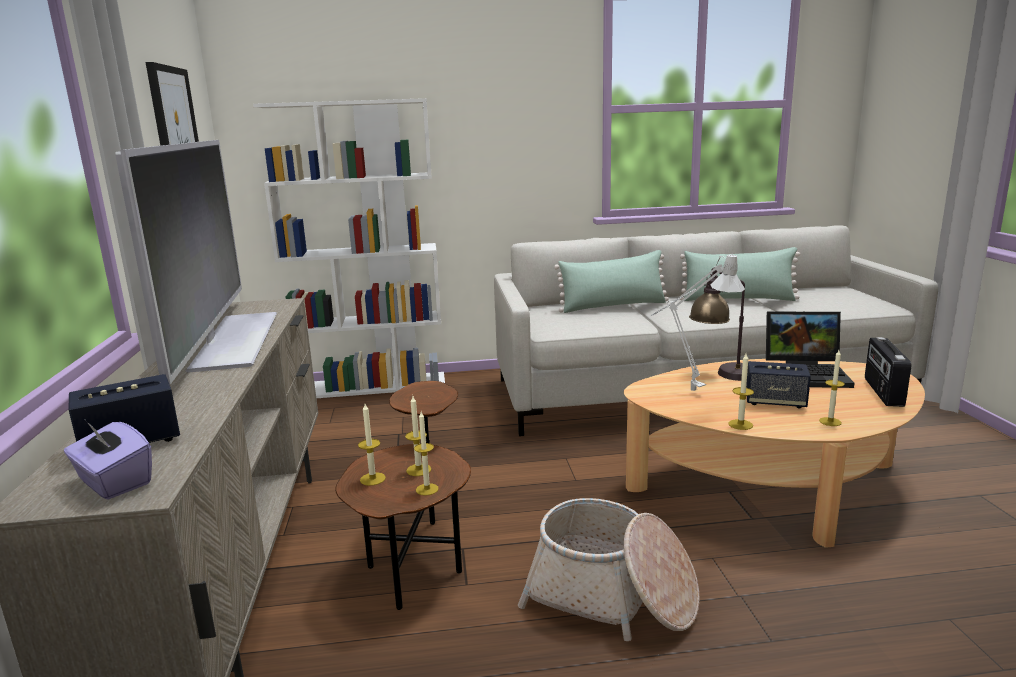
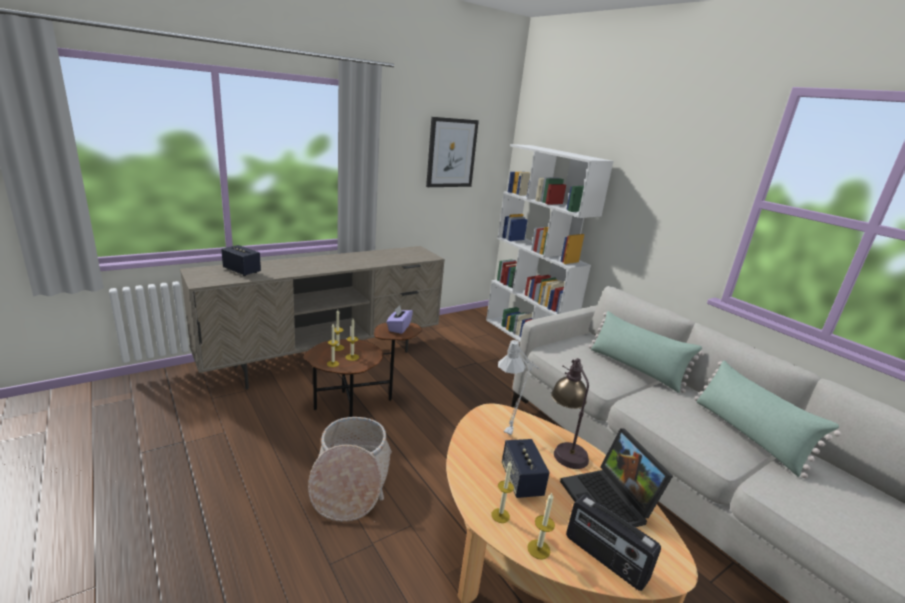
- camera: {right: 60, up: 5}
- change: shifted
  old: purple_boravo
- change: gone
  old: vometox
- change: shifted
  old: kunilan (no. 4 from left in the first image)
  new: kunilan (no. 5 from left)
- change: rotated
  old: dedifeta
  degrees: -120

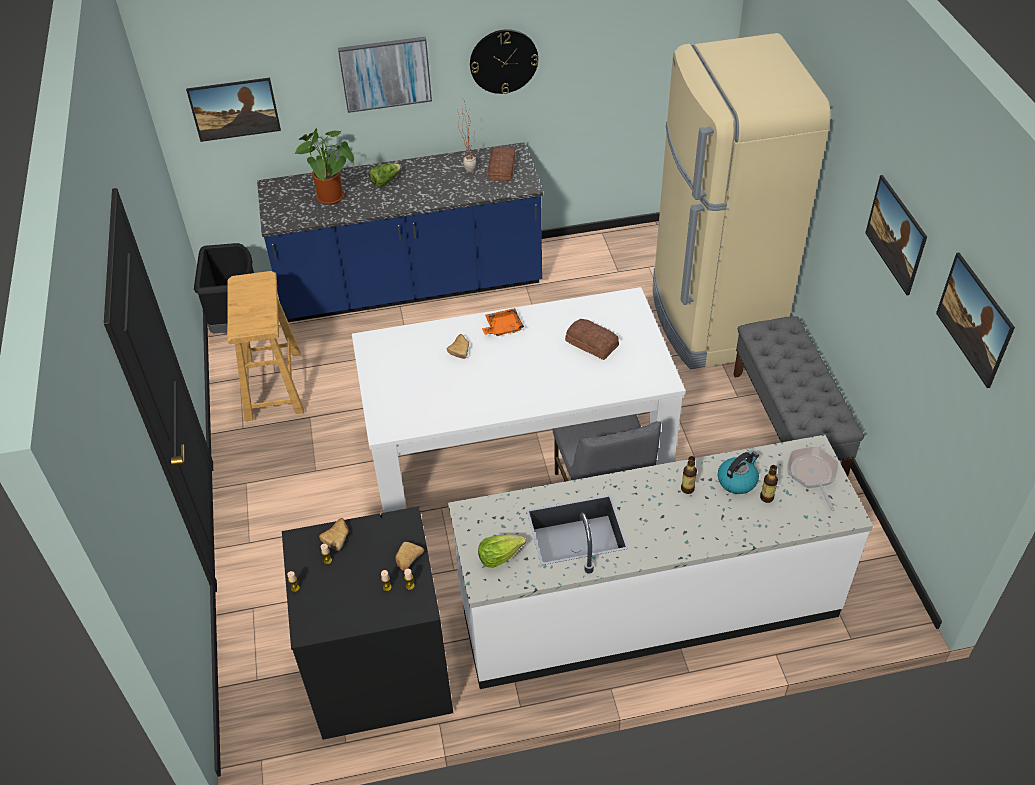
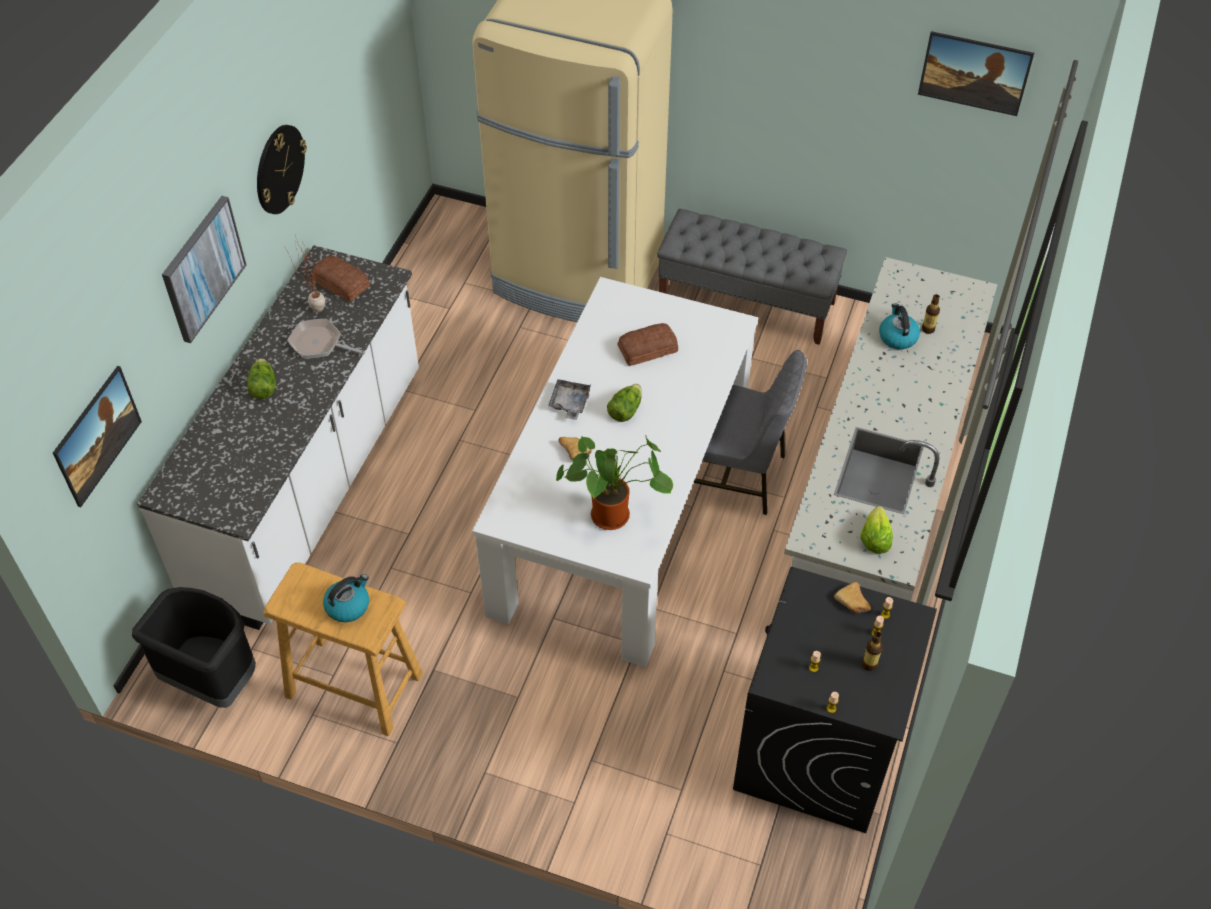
- camera: {right: -60, up: 5}
- change: repainted
  old: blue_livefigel
  new: white_livefigel (no. 1 from left)
- change: shifted
  old: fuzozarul (no. 1 from left in the first image)
  new: fuzozarul (no. 2 from left)
- change: gone
  old: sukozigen (no. 1 from left)
- change: repainted
  old: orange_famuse
  new: grey_famuse
- change: shifted
  old: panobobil (no. 1 from left)
- change: shifted
  old: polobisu
- change: gone
  old: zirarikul (no. 3 from left)
- change: new
  new: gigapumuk (no. 1 from left)
- change: new
  new: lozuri (no. 2 from left)

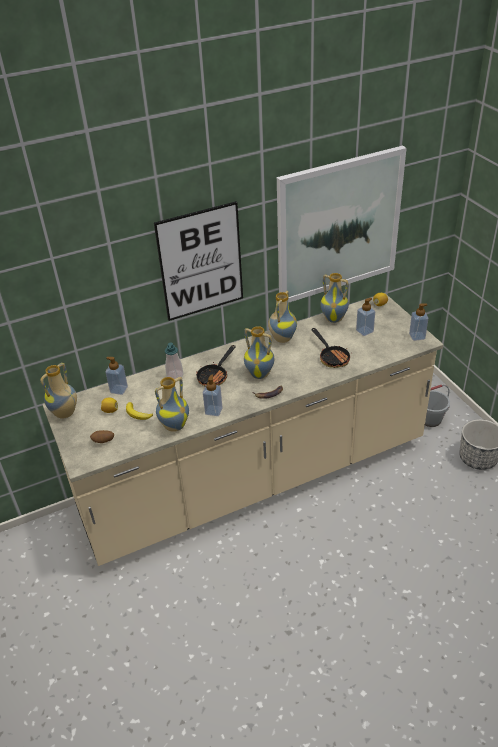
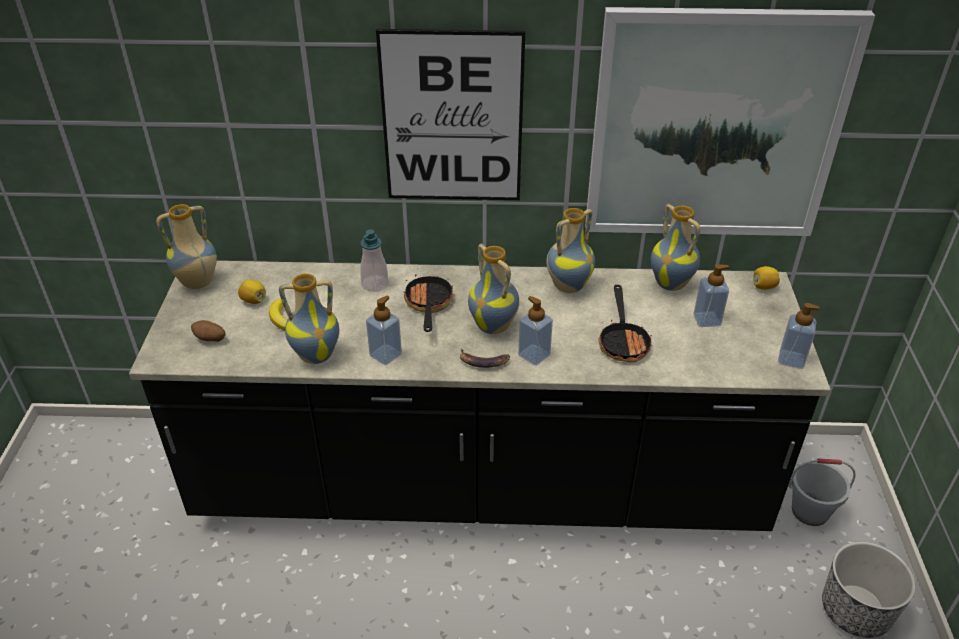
- camera: {right: 25, up: 0}
- change: repainted
  old: beige_livefigel
  new: black_livefigel
- change: shifted
  old: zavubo (no. 1 from left in the first image)
  new: zavubo (no. 3 from left)
- change: rotated
  old: polobisu (no. 1 from left)
  degrees: 120

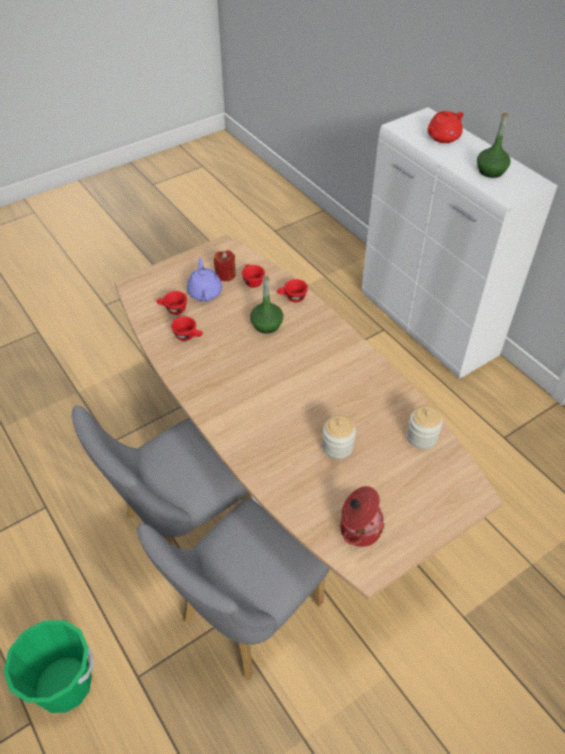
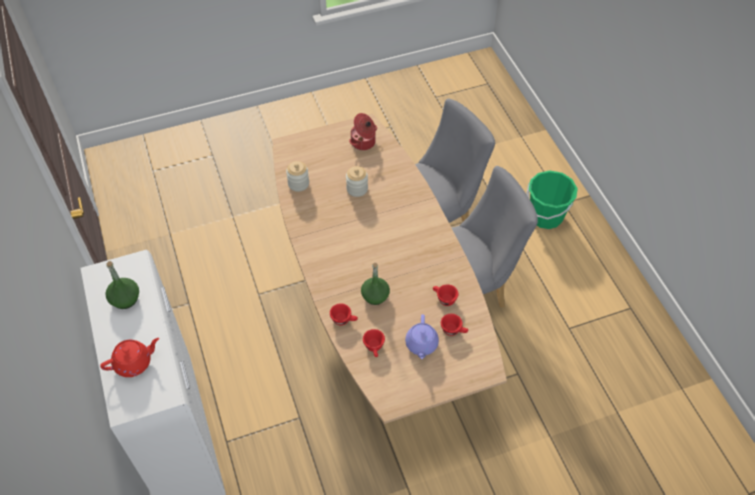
- camera: {right: -165, up: 5}
- change: gone
  old: red_kunilan

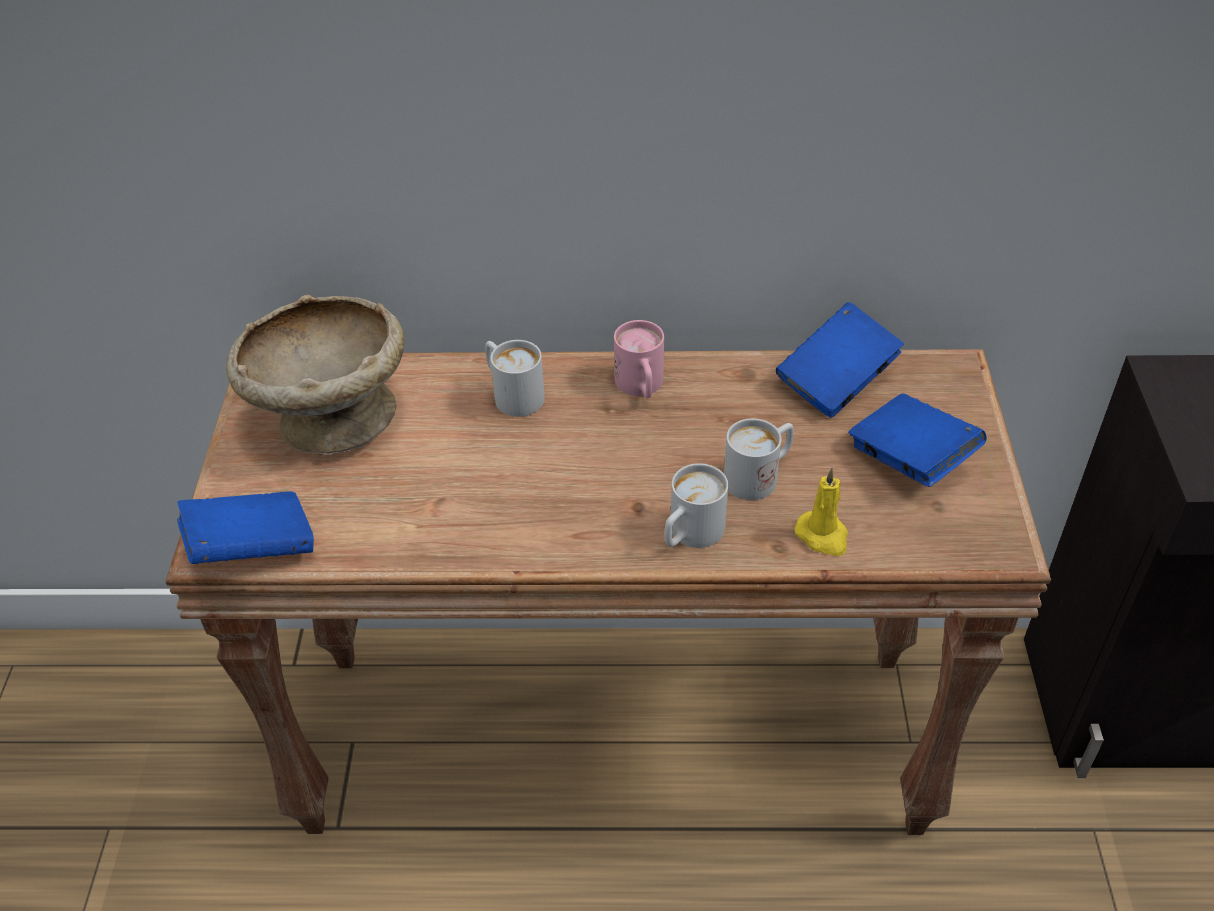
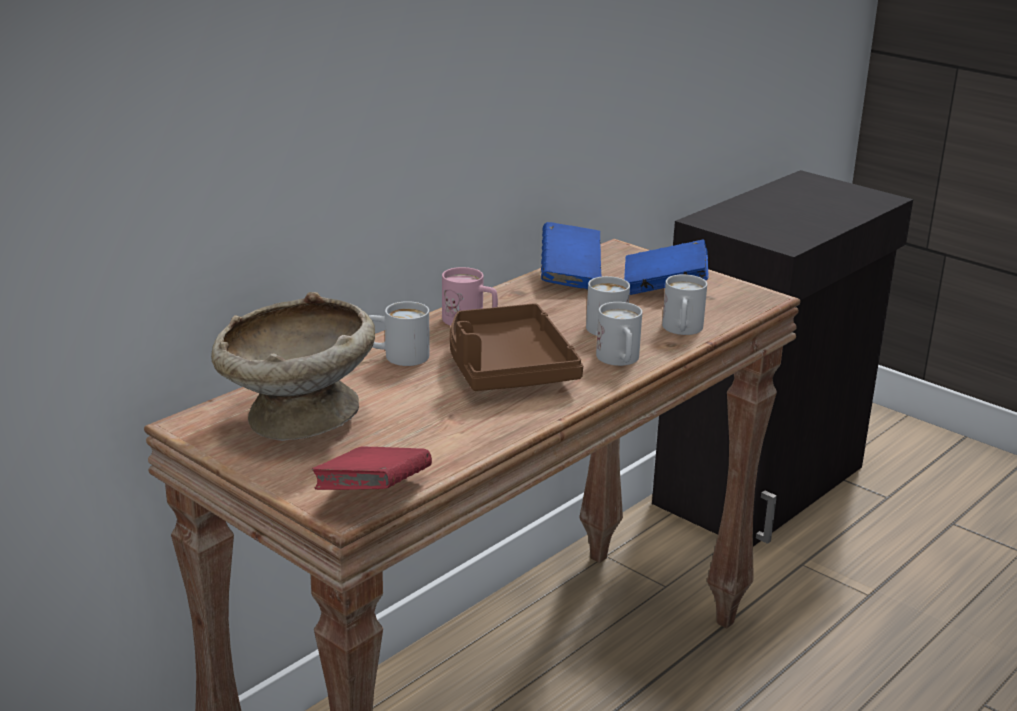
- camera: {right: -50, up: -20}
- change: repainted
  old: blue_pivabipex (no. 1 from left)
  new: red_pivabipex
- change: swapped
  old: yellow_kunilan
  new: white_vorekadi (no. 4 from left)
- change: new
  new: brown_famuse

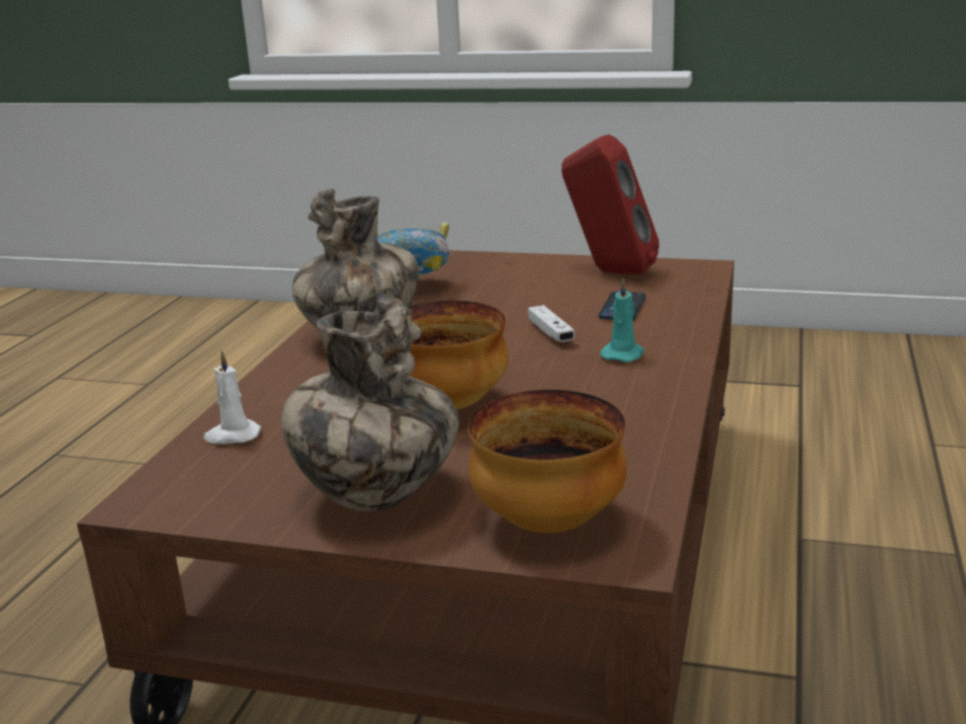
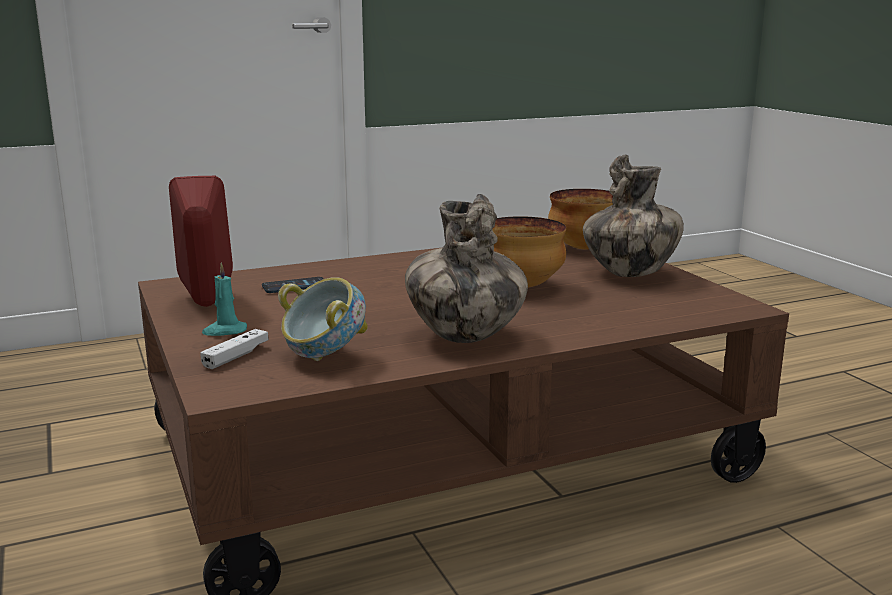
- camera: {right: -130, up: -5}
- change: gone
  old: white_kunilan
- change: shifted
  old: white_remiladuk
- change: shifted
  old: turquoise_kunilan

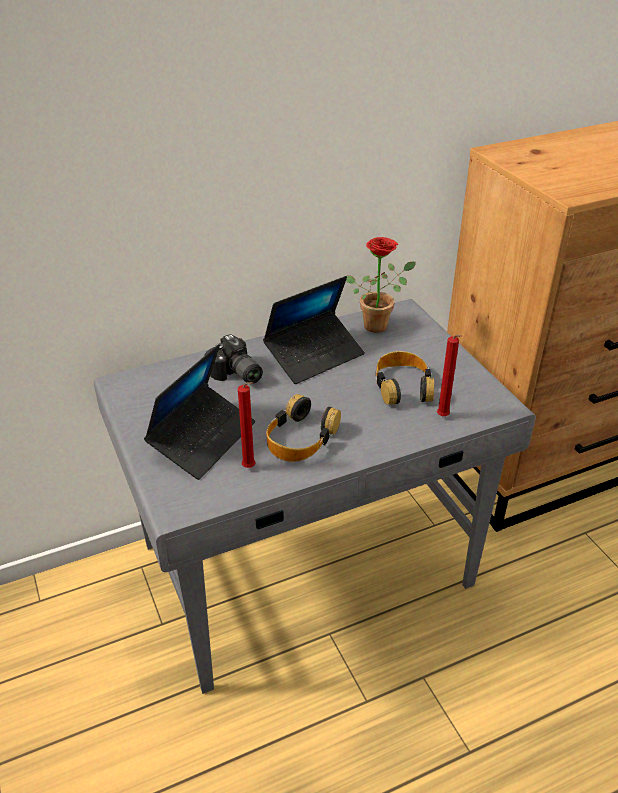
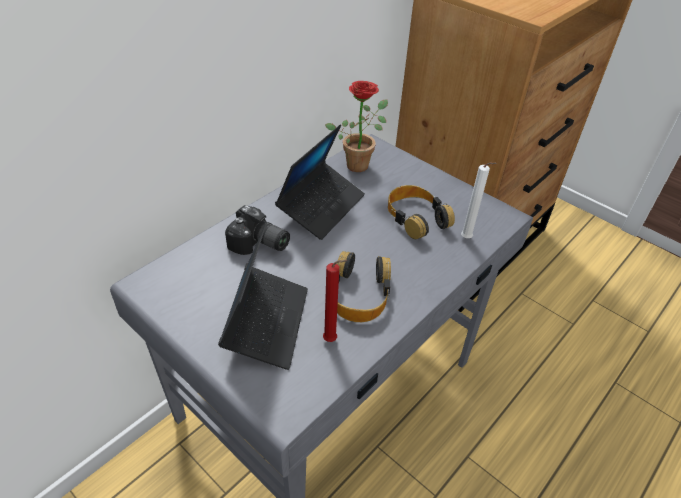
- camera: {right: -25, up: 5}
- change: repainted
  old: red_kunilan (no. 2 from left)
  new: white_kunilan

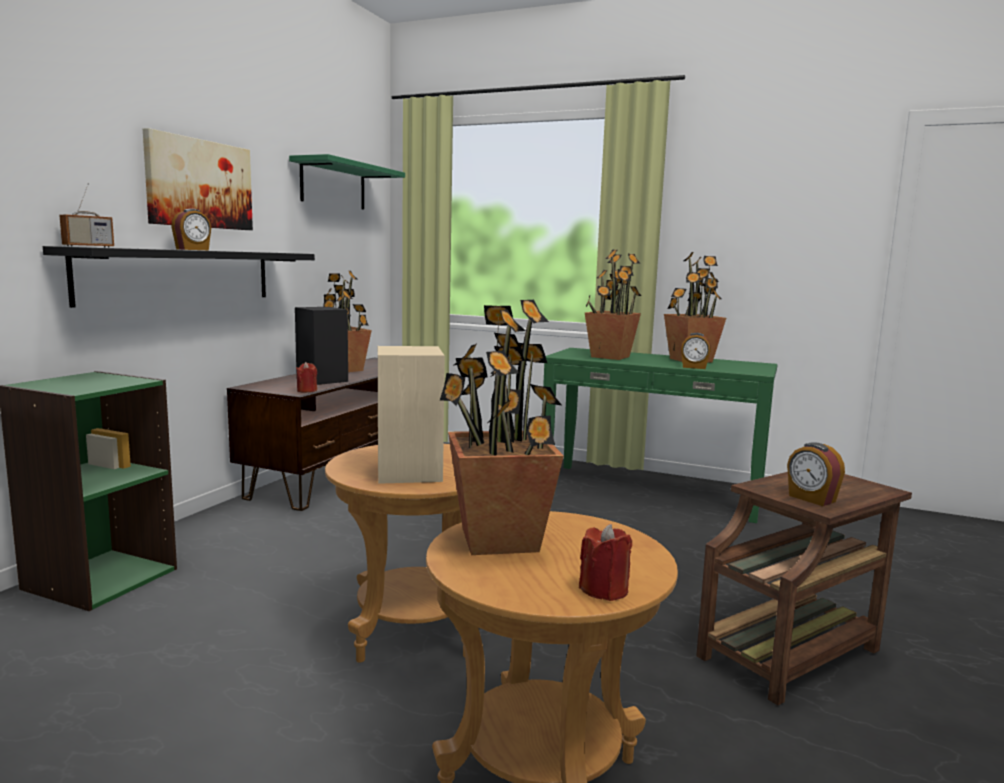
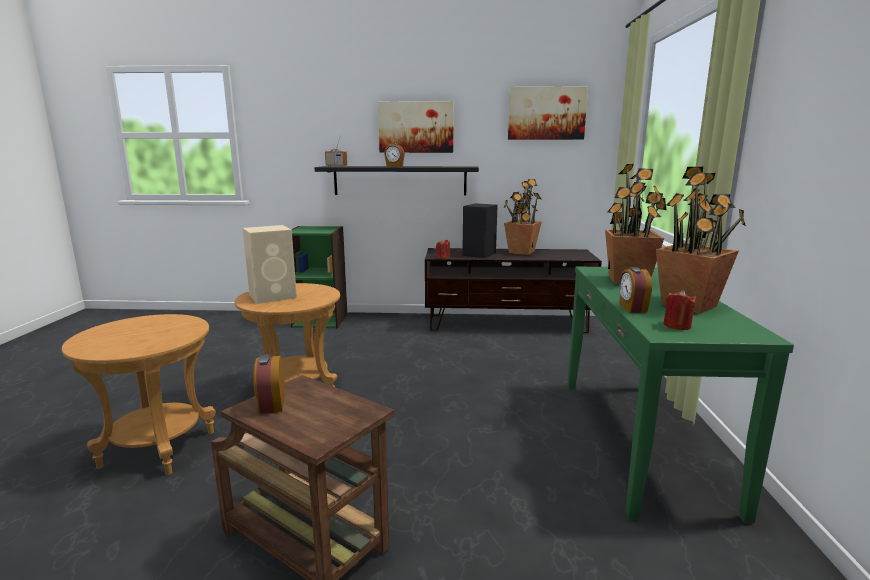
- camera: {right: 70, up: 5}
- change: swapped
  old: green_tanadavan
  new: zirarikul (no. 2 from left)
- change: gone
  old: fuzozarul (no. 2 from left)
- change: shifted
  old: red_kunilan (no. 2 from left)
- change: rotated
  old: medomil (no. 3 from left in the first image)
  degrees: -45

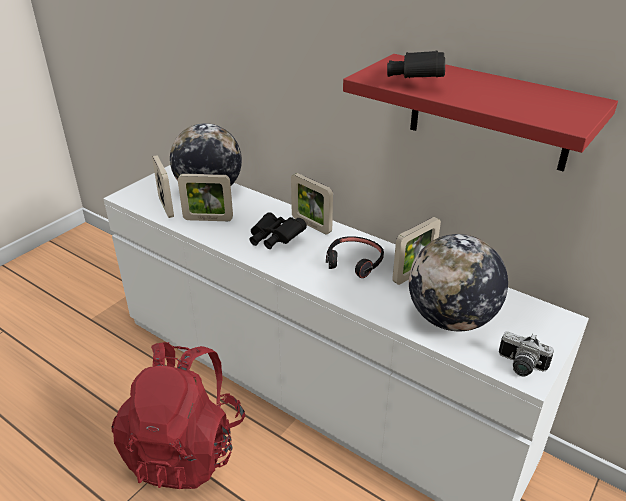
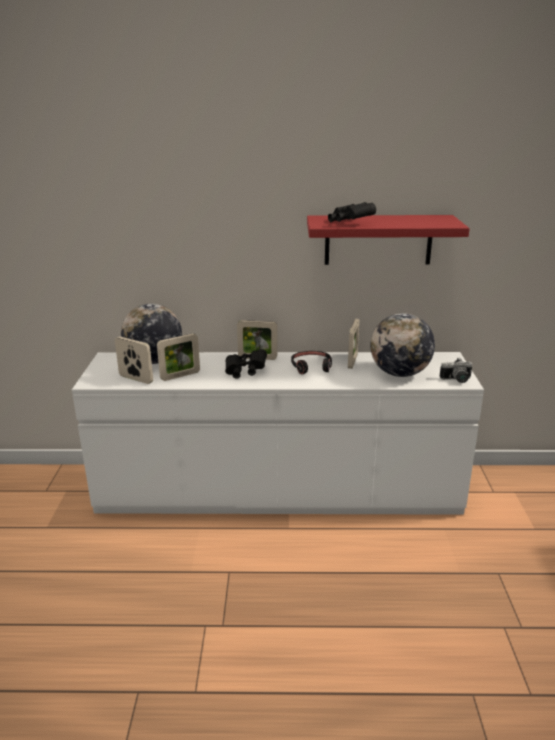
- camera: {right: -35, up: -10}
- change: gone
  old: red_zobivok

